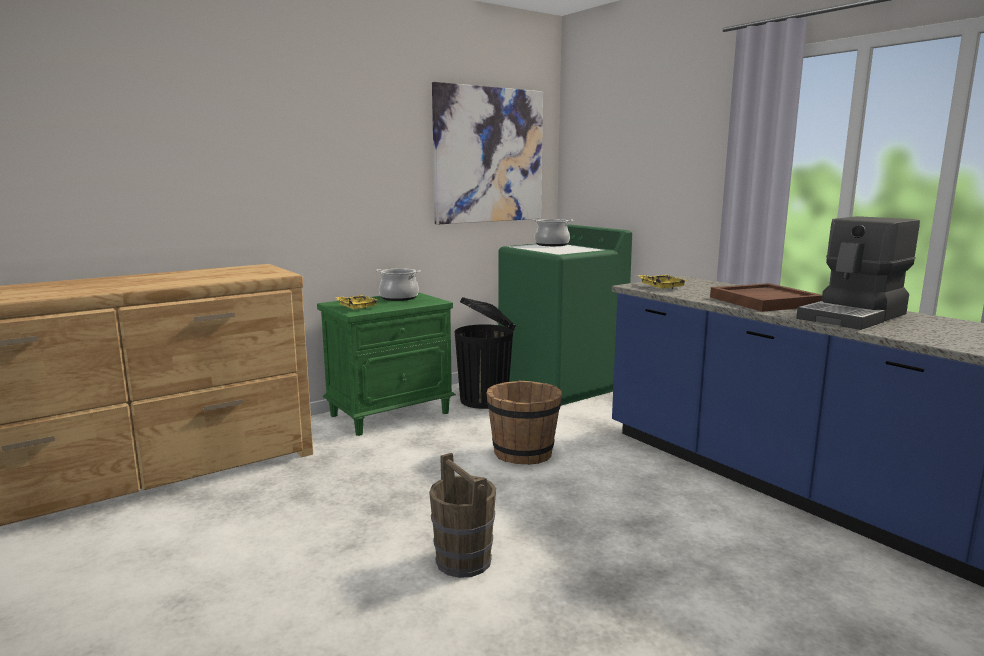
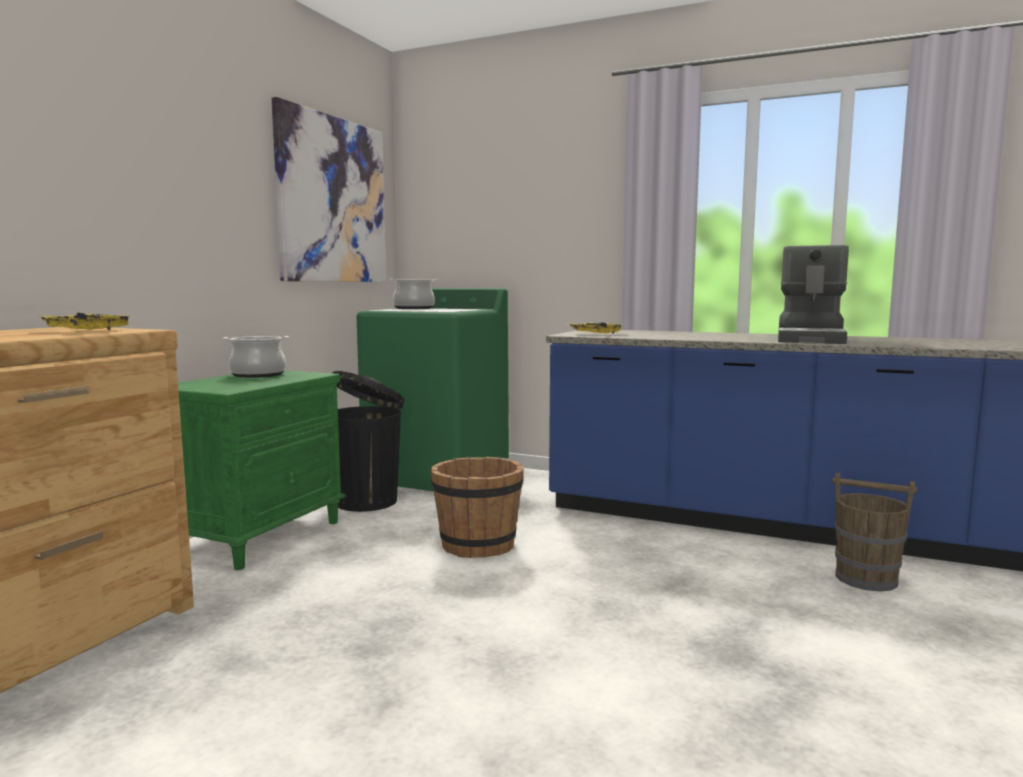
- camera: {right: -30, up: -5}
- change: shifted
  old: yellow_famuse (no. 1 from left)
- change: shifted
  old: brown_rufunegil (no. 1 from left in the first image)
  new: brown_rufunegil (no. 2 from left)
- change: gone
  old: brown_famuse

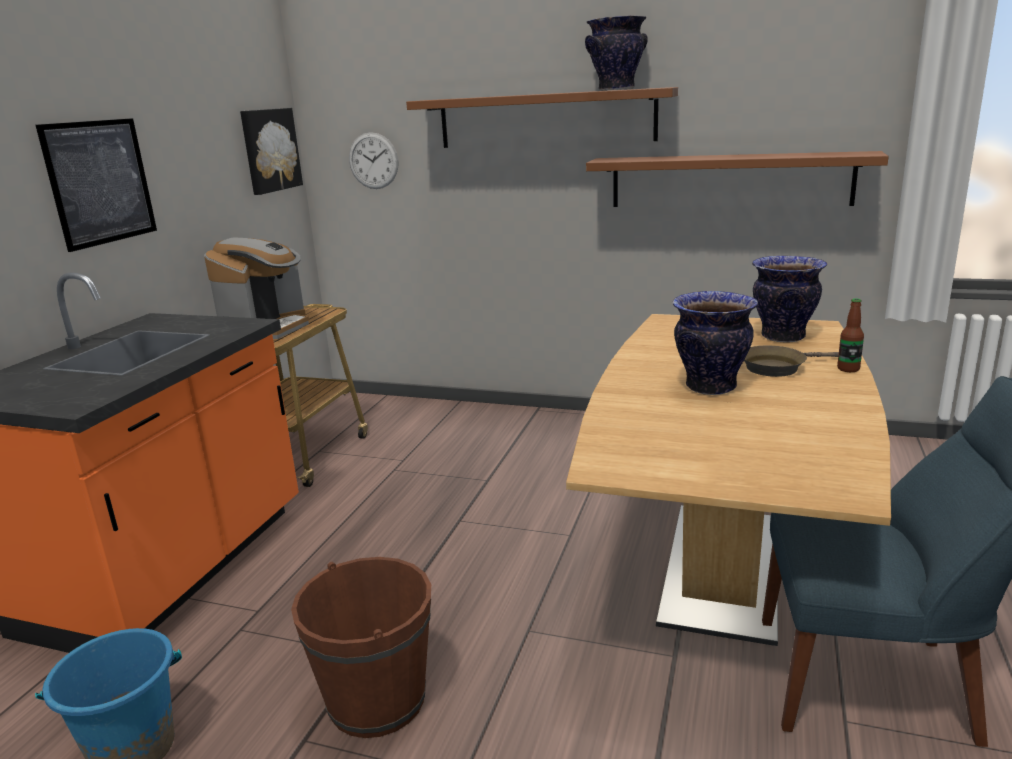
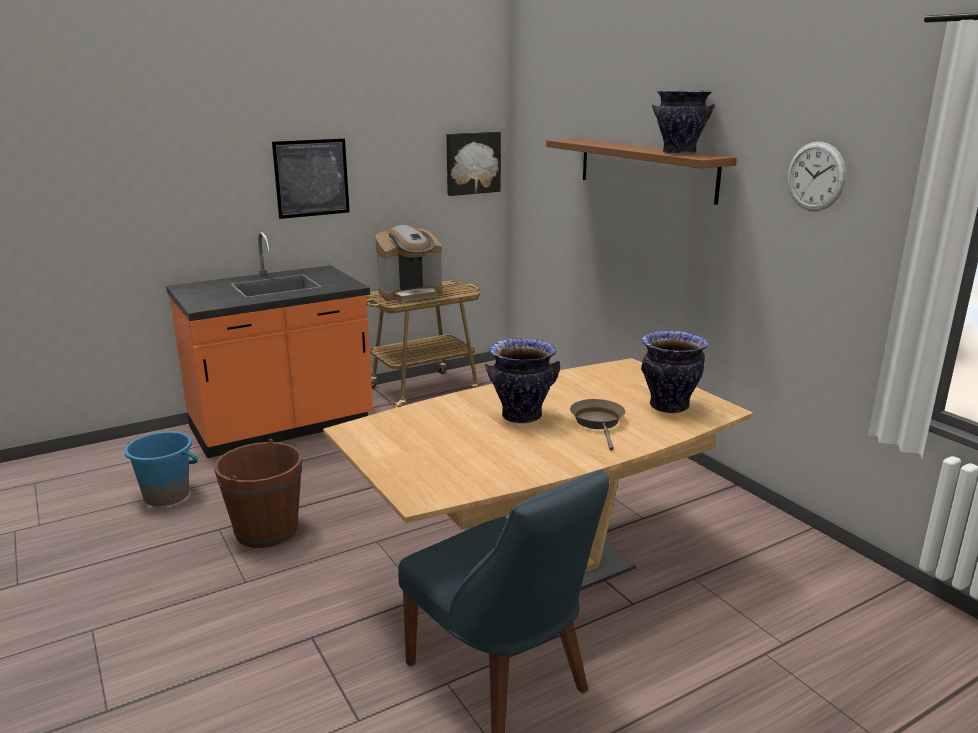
- camera: {right: 40, up: 0}
- change: shifted
  old: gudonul
- change: gone
  old: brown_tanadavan (no. 2 from left)
- change: rotated
  old: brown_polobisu
  degrees: 60
- change: gone
  old: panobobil

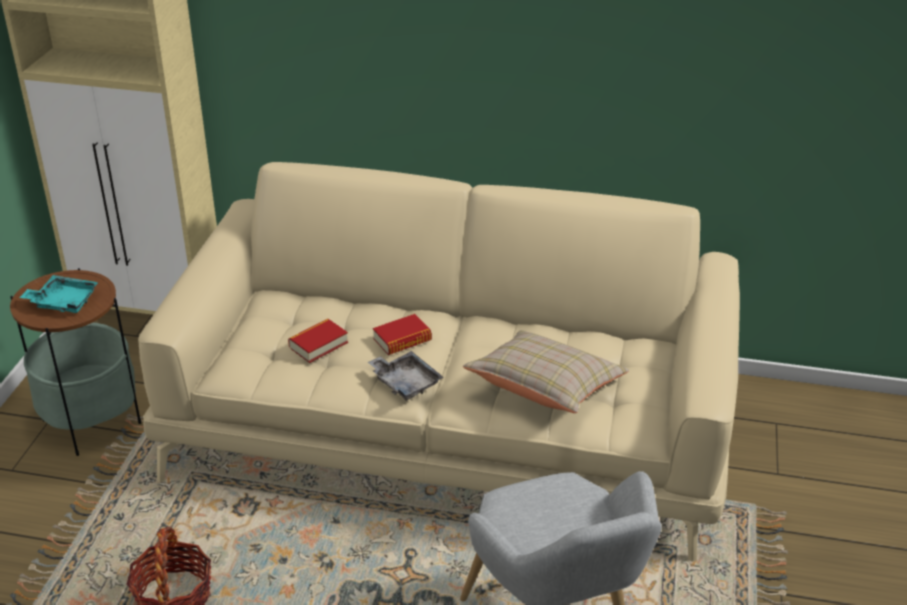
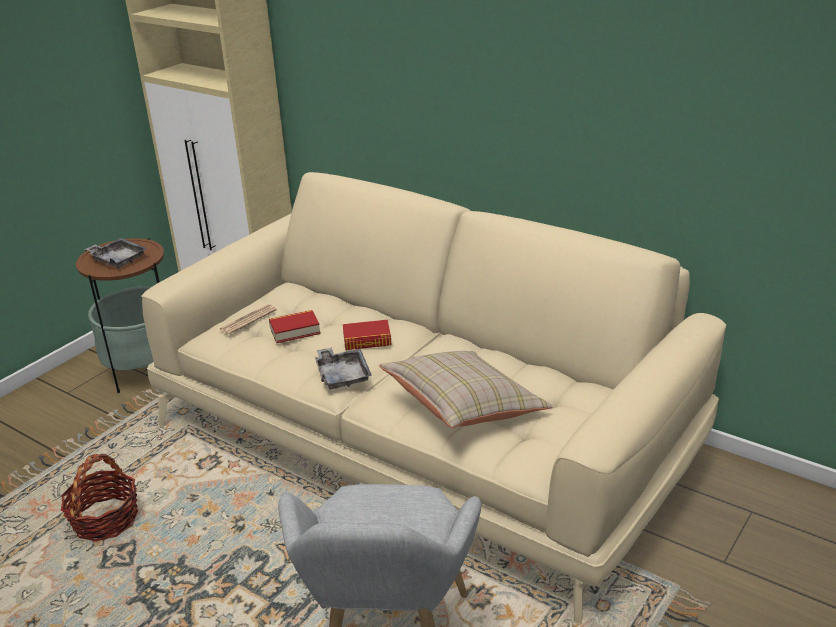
- camera: {right: 25, up: -5}
- change: repainted
  old: turquoise_famuse
  new: grey_famuse (no. 1 from left)
- change: new
  new: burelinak

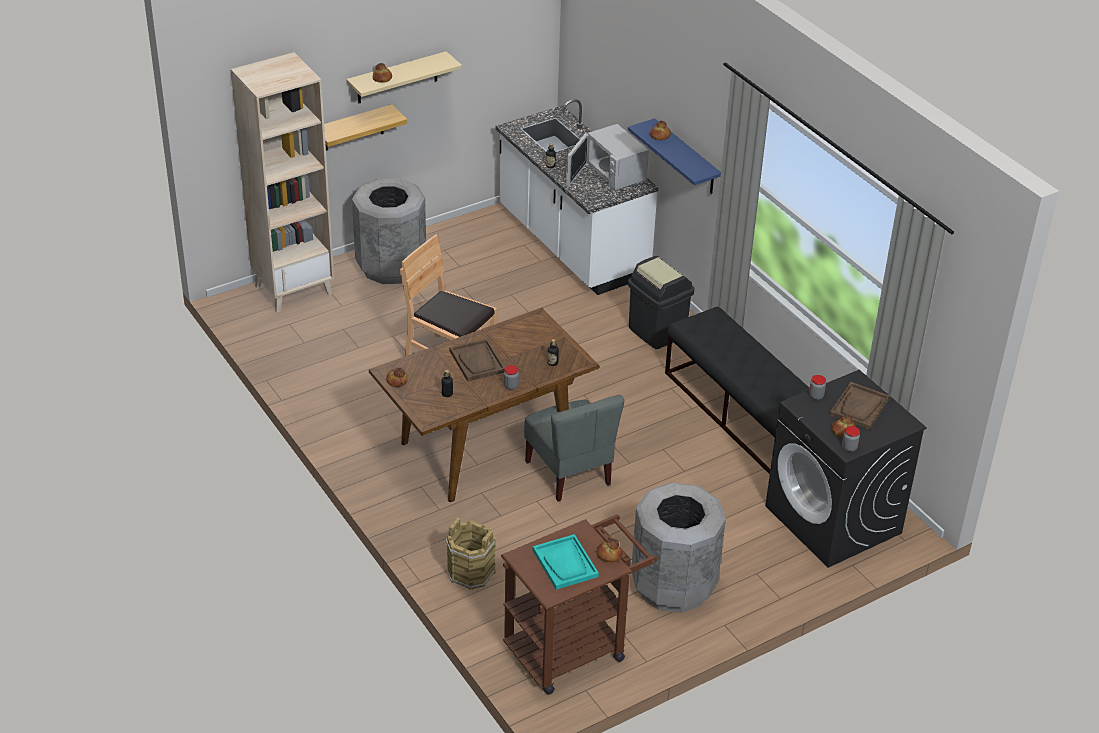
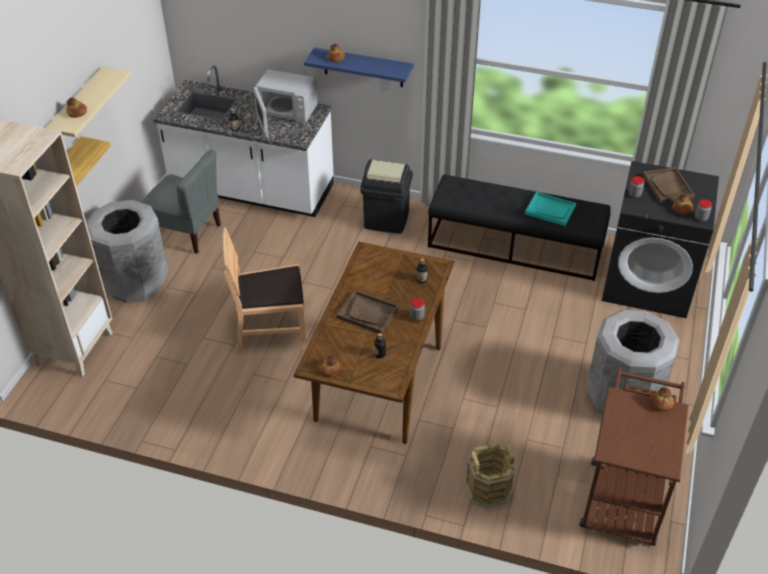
- camera: {right: -40, up: 5}
- change: shifted
  old: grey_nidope
- change: shifted
  old: turquoise_famuse

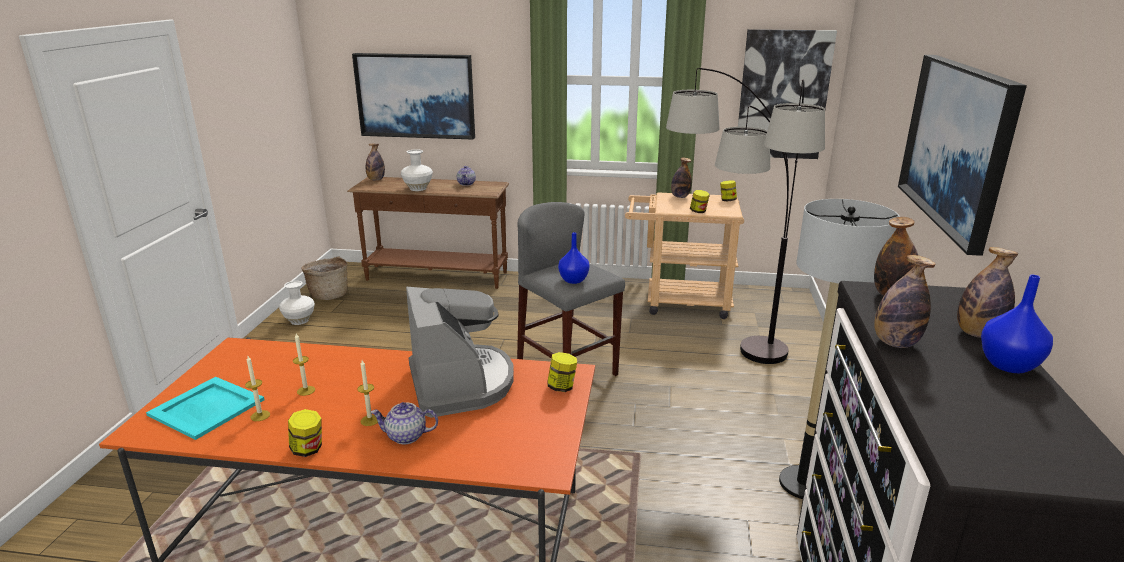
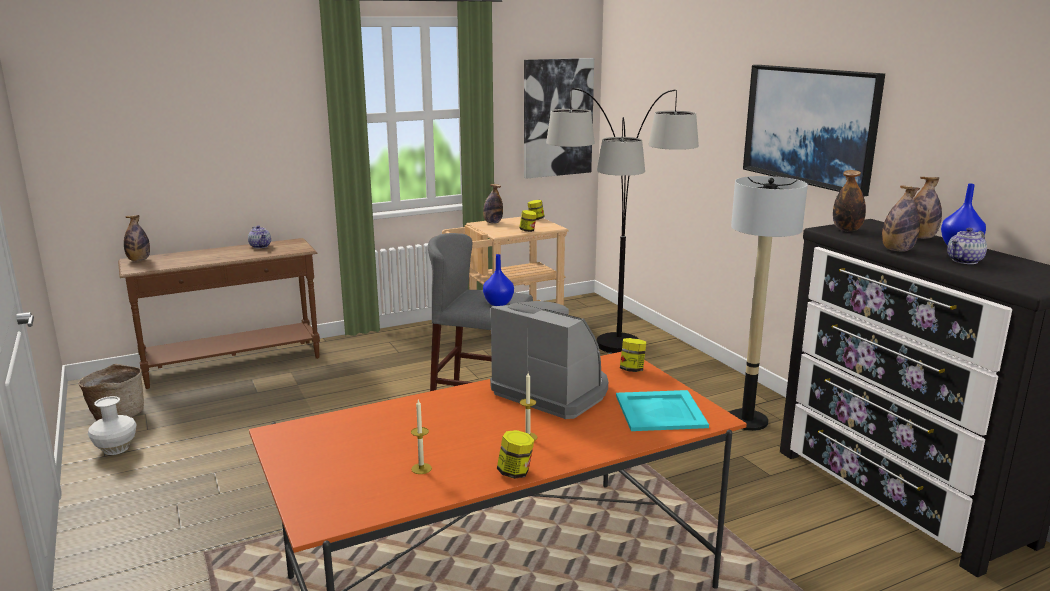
- camera: {right: -35, up: -5}
- change: shifted
  old: turquoise_famuse
- change: gone
  old: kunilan (no. 2 from left)
- change: gone
  old: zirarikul (no. 1 from left)
- change: shifted
  old: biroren (no. 1 from left in the first image)
  new: biroren (no. 2 from left)
- change: gone
  old: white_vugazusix (no. 2 from left)

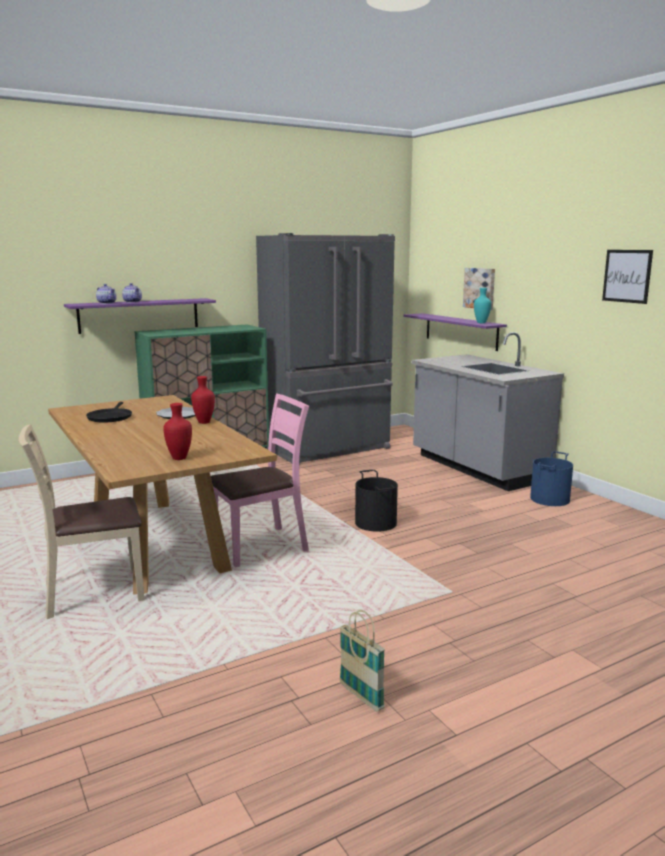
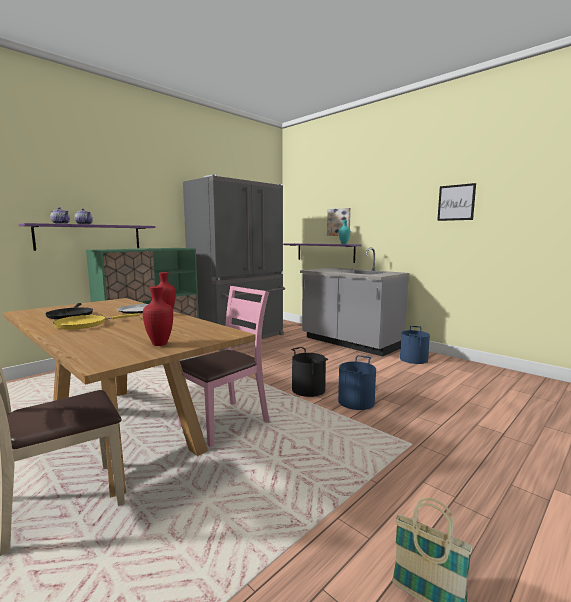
- camera: {right: -15, up: -5}
- change: new
  new: yellow_polobisu
- change: new
  new: blue_rufunegil (no. 1 from left)

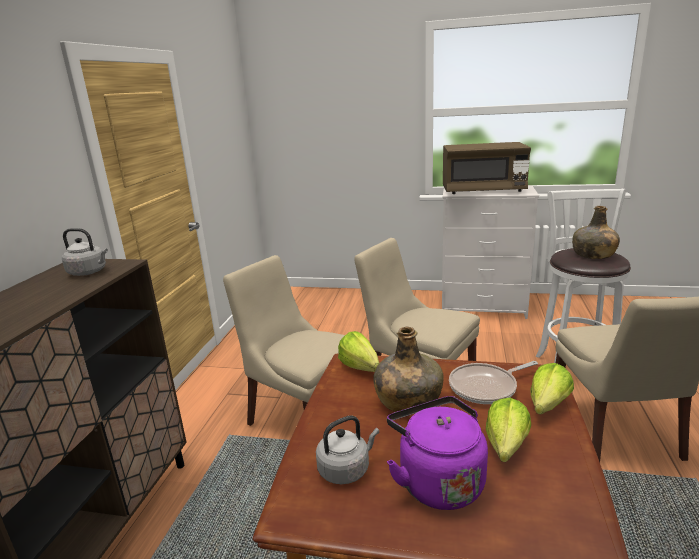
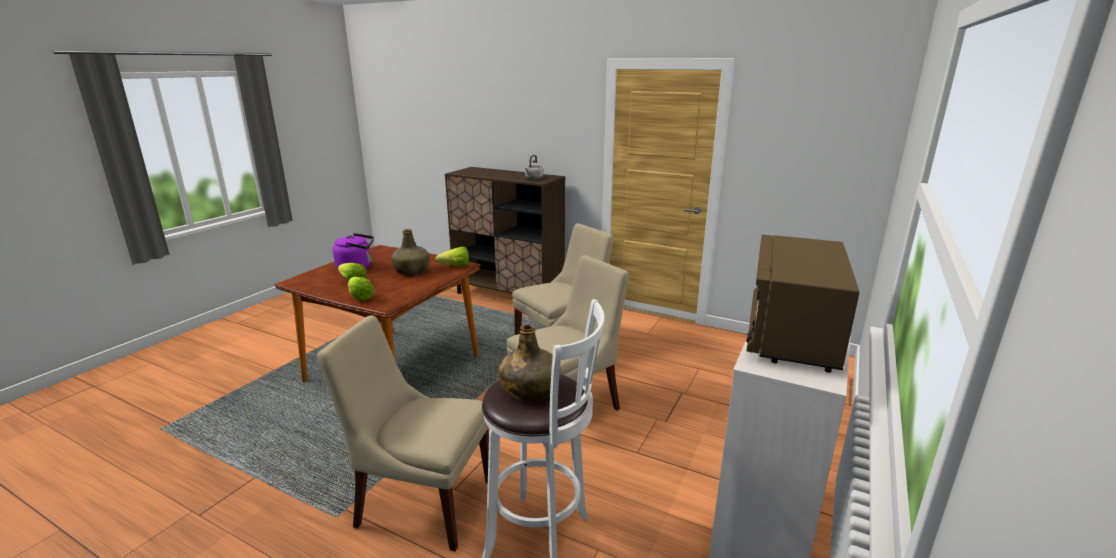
- camera: {right: 105, up: 0}
- change: gone
  old: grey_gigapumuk (no. 2 from left)
- change: gone
  old: polobisu

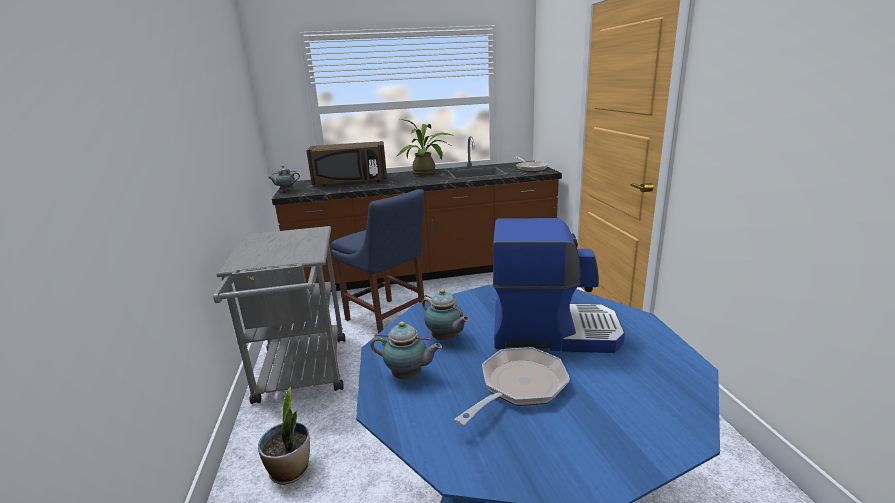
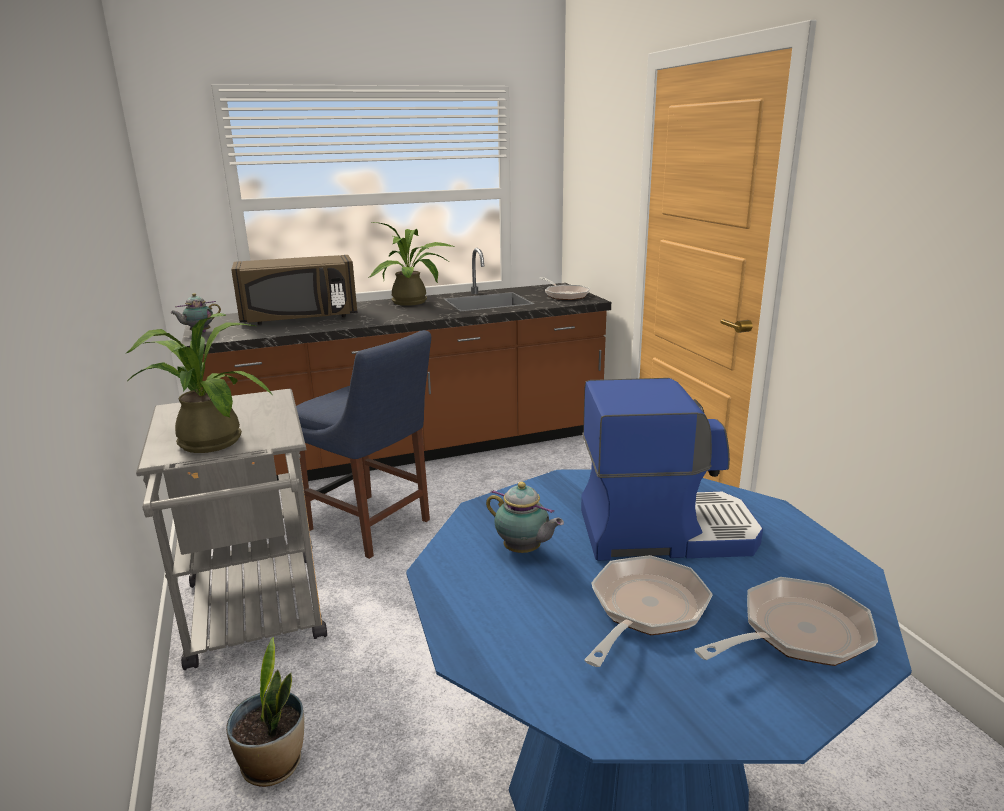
- camera: {right: -10, up: 0}
- change: gone
  old: biroren (no. 2 from left)
- change: new
  new: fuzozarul (no. 1 from left)
- change: new
  new: polobisu (no. 3 from left)

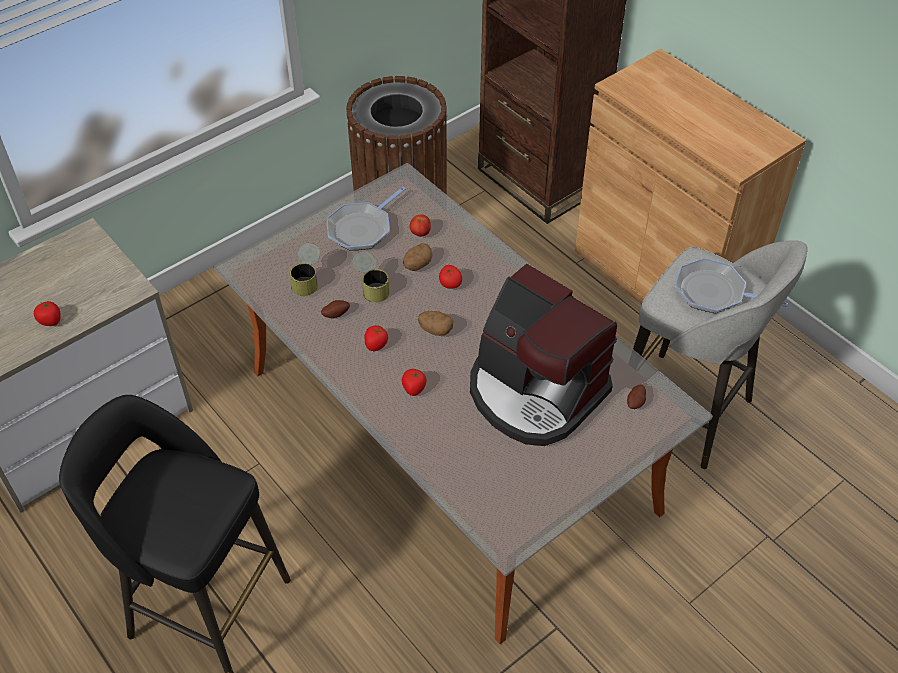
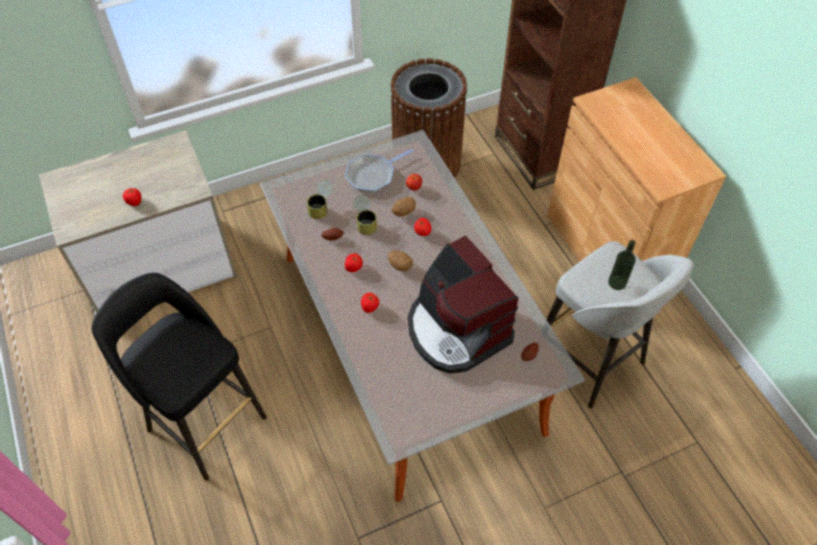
- camera: {right: 15, up: 5}
- change: swapped
  old: polobisu (no. 2 from left)
  new: panobobil

